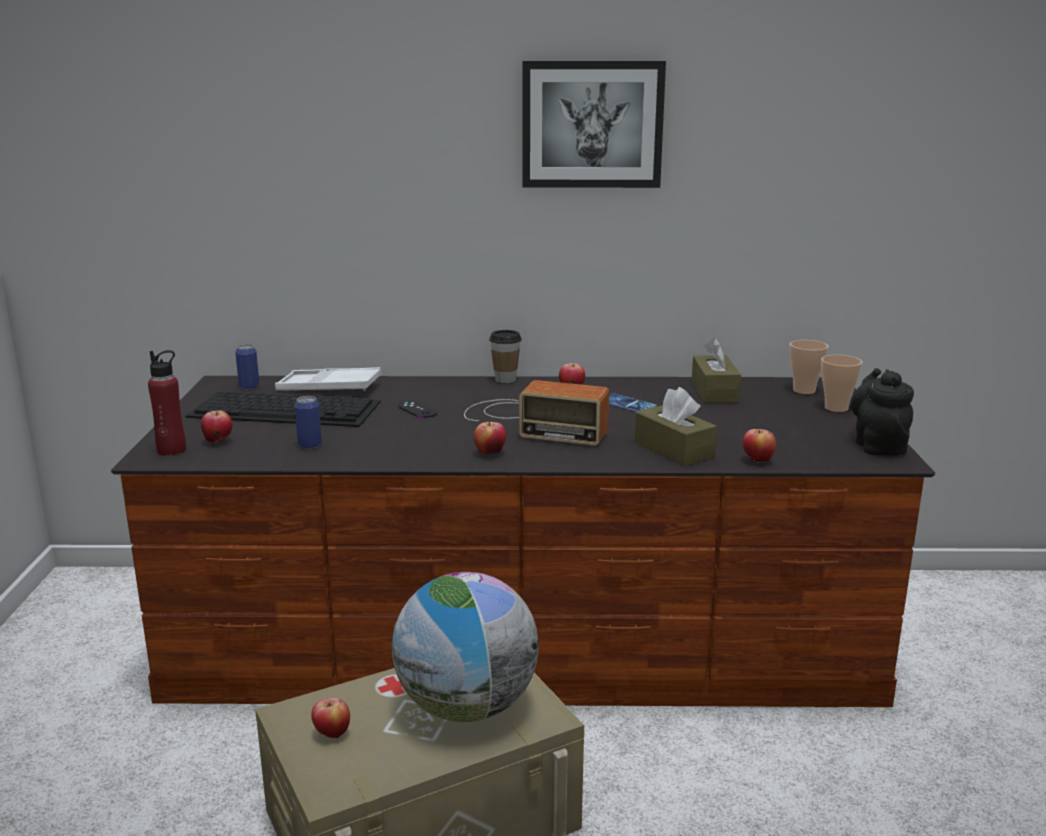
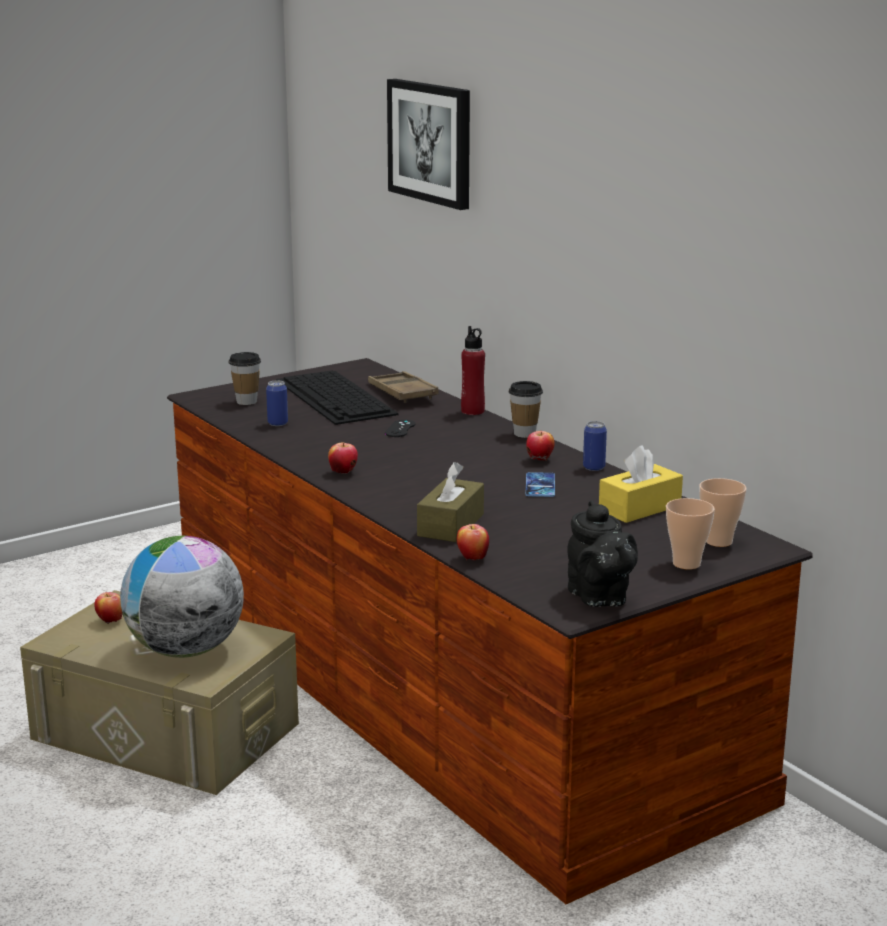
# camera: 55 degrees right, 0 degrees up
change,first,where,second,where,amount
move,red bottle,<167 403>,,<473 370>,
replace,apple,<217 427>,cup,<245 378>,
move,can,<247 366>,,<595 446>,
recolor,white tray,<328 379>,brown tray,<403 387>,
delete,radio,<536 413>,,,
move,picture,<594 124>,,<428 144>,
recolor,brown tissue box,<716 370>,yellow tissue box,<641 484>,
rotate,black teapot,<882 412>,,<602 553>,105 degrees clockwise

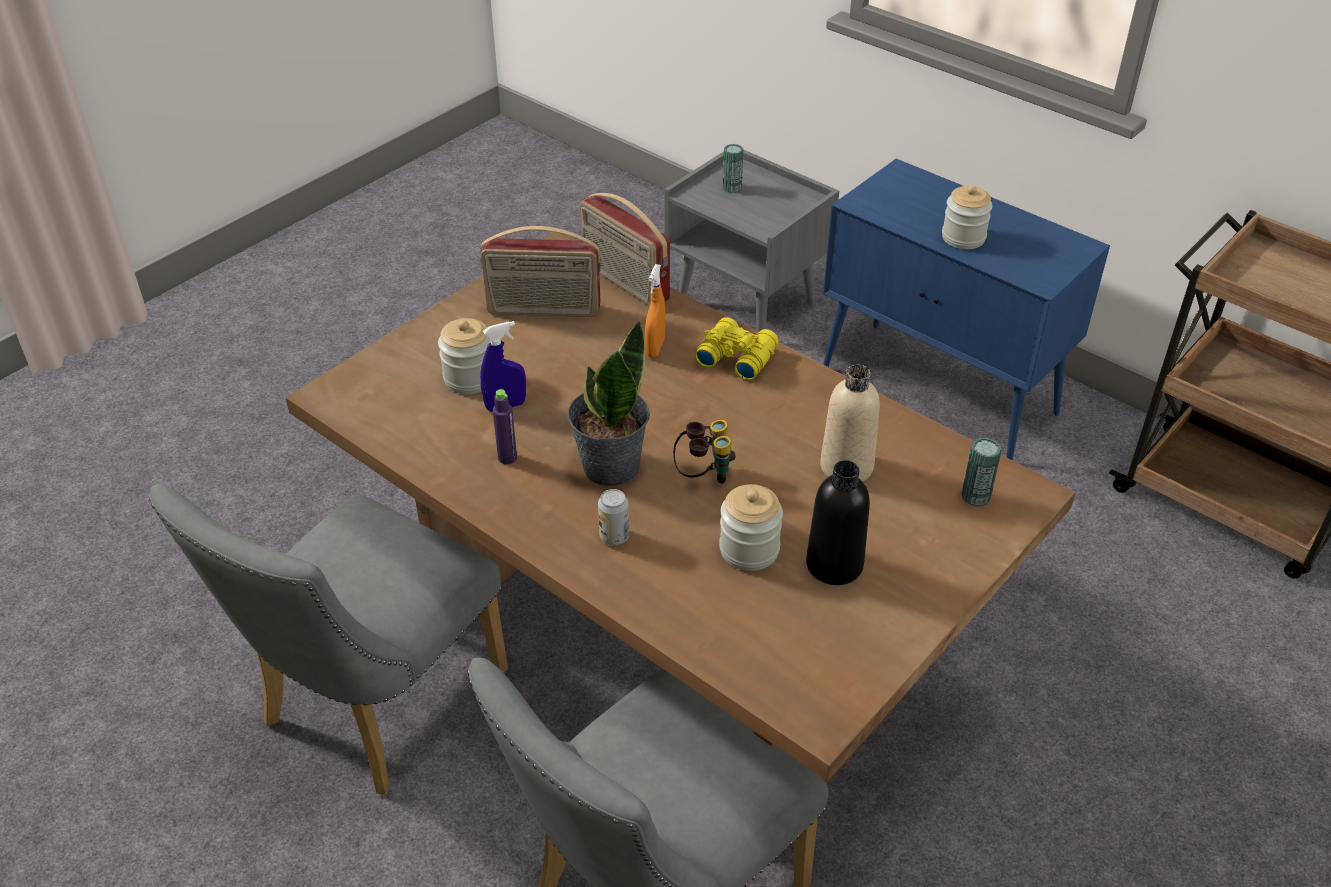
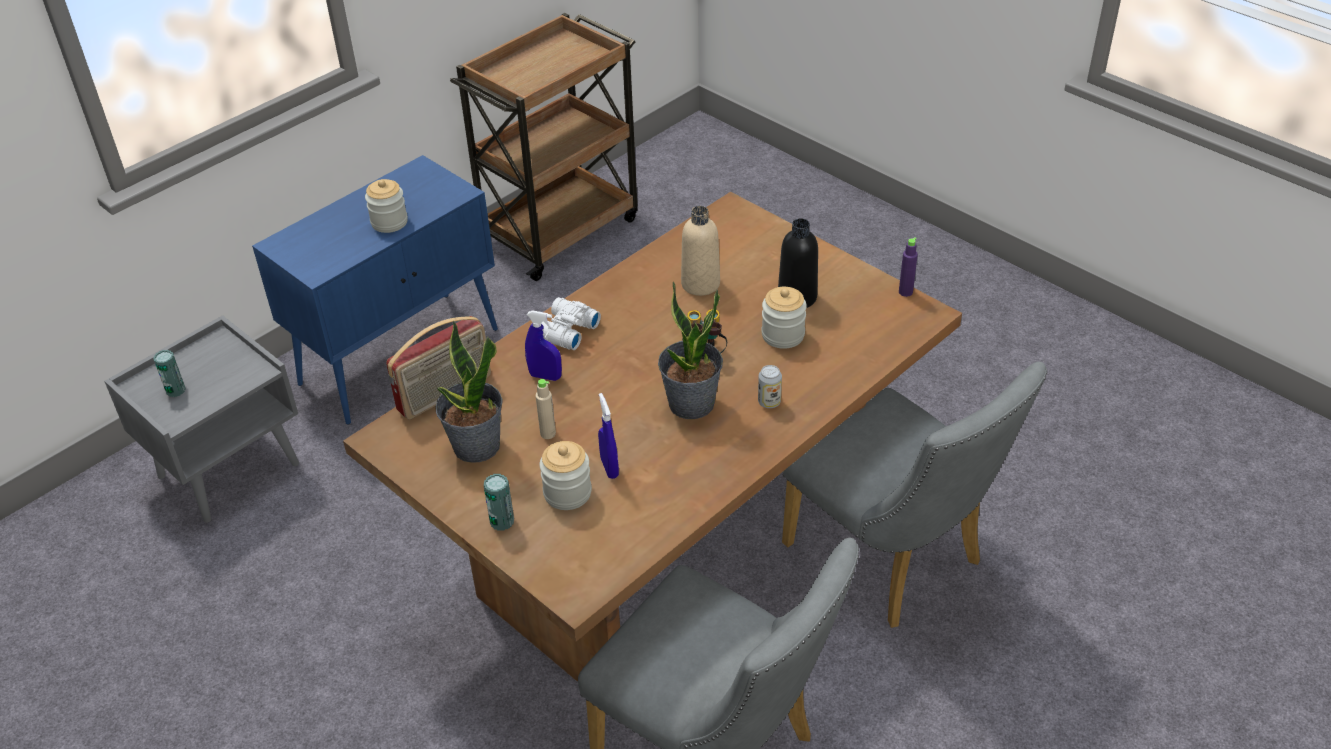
# camera: 85 degrees left, 0 degrees up
change,first,where,second,where,amount
replace,radio,<540 271>,potted plant,<469 392>,
move,purple bottle,<505 426>,,<908 267>,
recolor,orange spray bottle,<655 311>,blue spray bottle,<543 345>,
recolor,yellow binoculars,<737 348>,white binoculars,<571 323>,
move,can,<982 472>,,<499 502>,
insert,,,beige bottle,<546 409>,

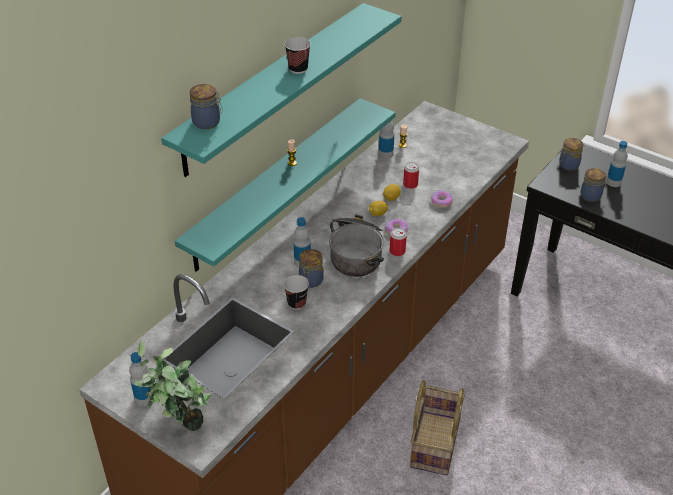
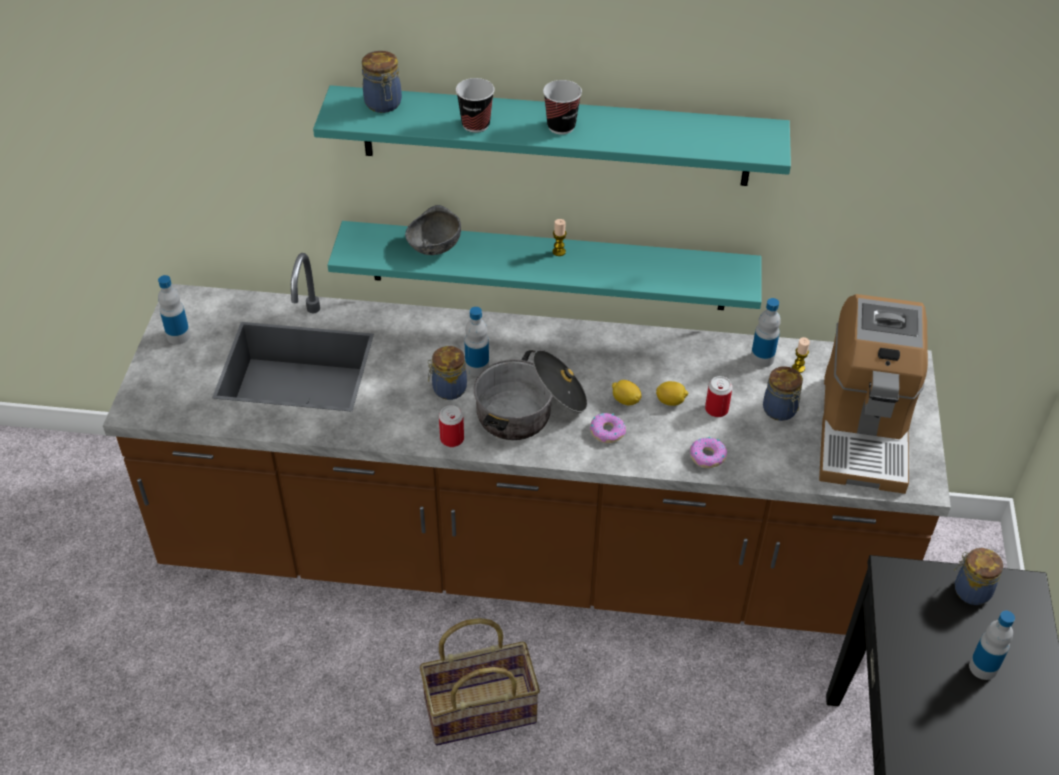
# camera: 60 degrees right, 5 degrees up
change,first,where,second,where,amount
delete,potted plant,<172 385>,,,
move,cup,<296 292>,,<475 105>,
move,can,<398 242>,,<451 426>,
move,jar,<594 185>,,<783 393>,
insert,,,grey bowl,<433 230>,
insert,,,coffee machine,<873 394>,

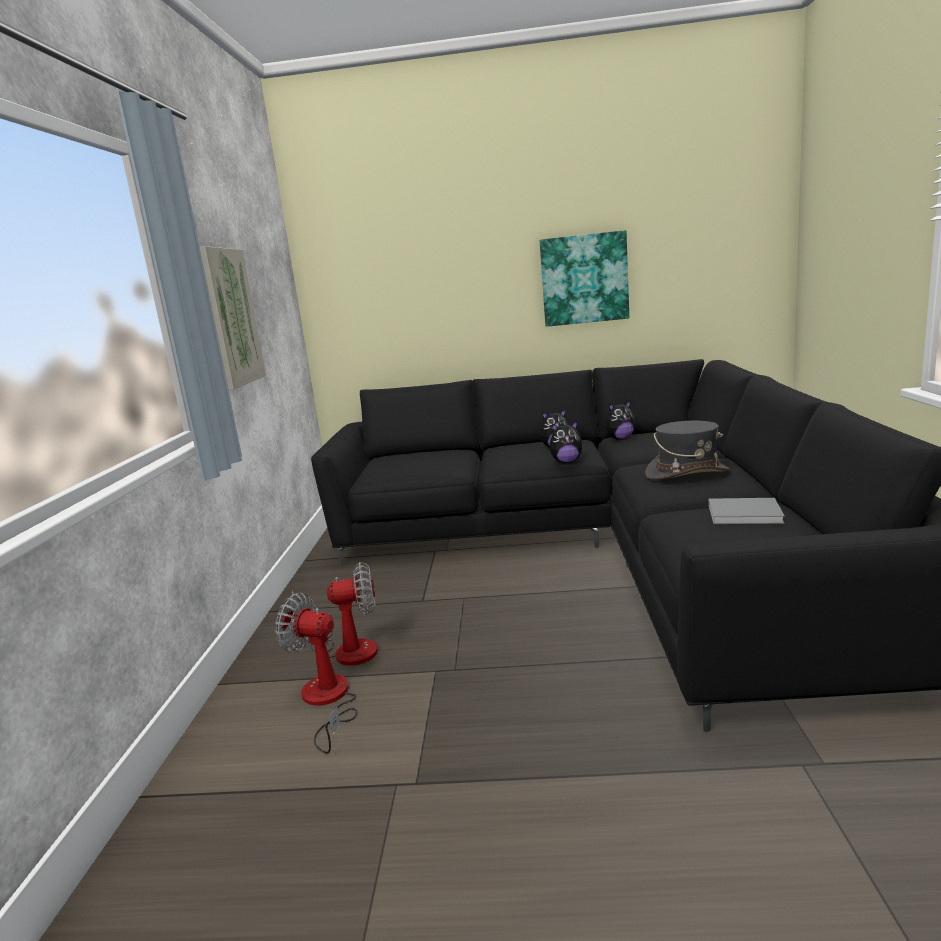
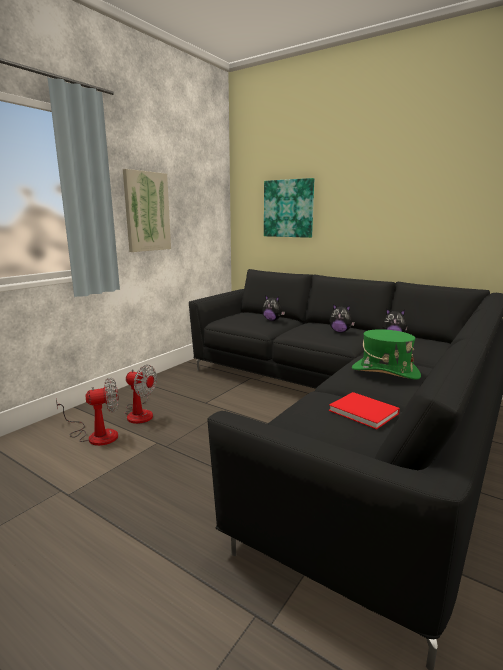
# camera: 30 degrees right, 0 degrees up
change,first,where,second,where,amount
rotate,fan,<316 673>,,<87 411>,105 degrees clockwise
move,picture,<584 278>,,<289 208>,
move,plush toy,<566 442>,,<273 308>,
recolor,grey hat,<687 450>,green hat,<386 354>,
recolor,grey book,<746 511>,red book,<364 410>,

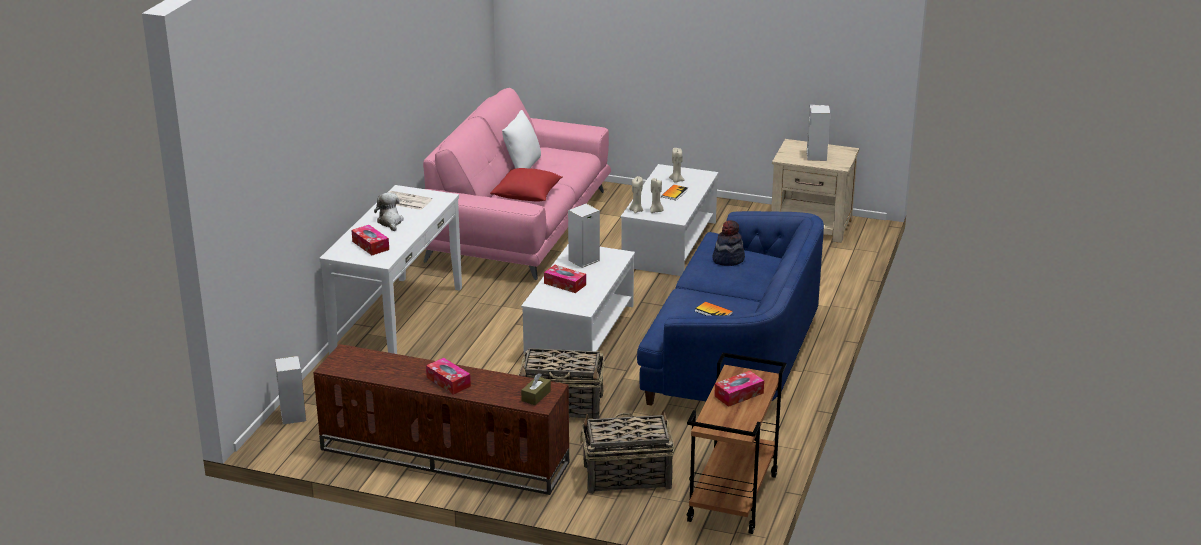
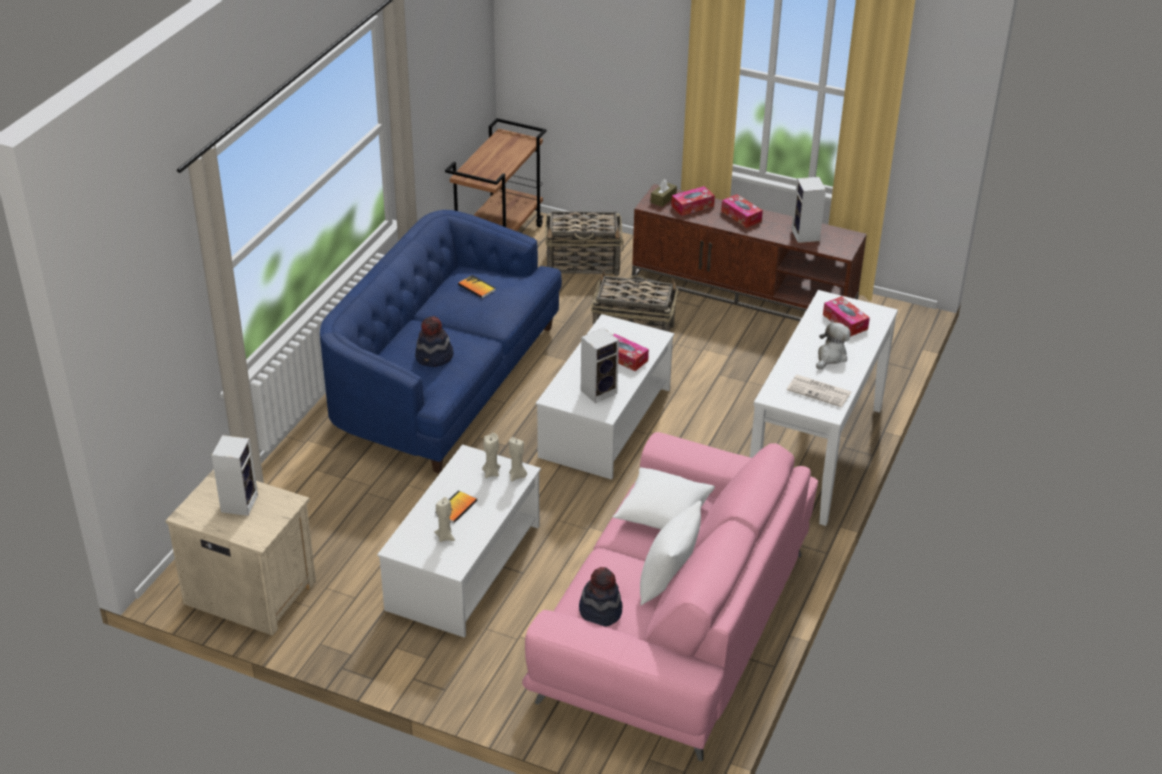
# camera: 175 degrees left, 10 degrees up
change,first,where,second,where,amount
move,speaker,<290 390>,,<809 210>,
rotate,plush toy,<389 212>,,<833 346>,135 degrees counterclockwise
recolor,red pillow,<526 185>,white pillow,<663 498>,
move,tissue box,<739 389>,,<693 201>,
insert,,,hat,<601 596>,

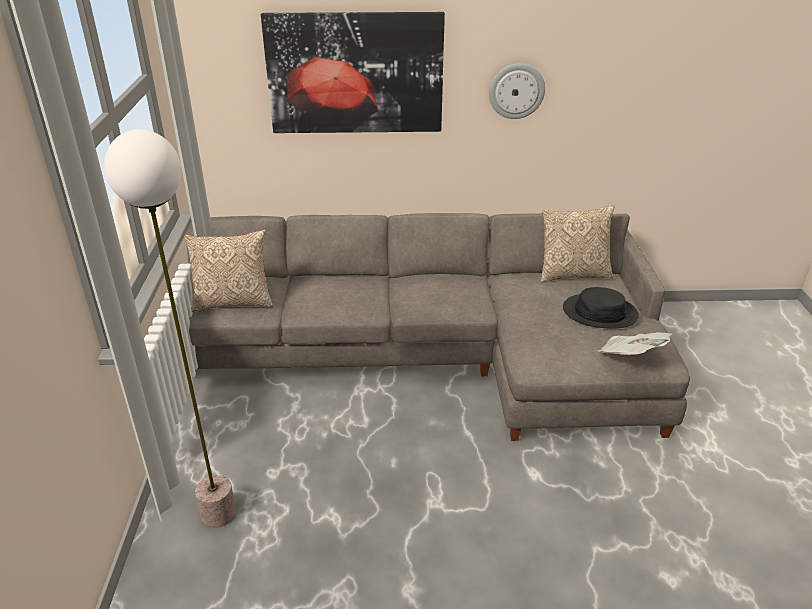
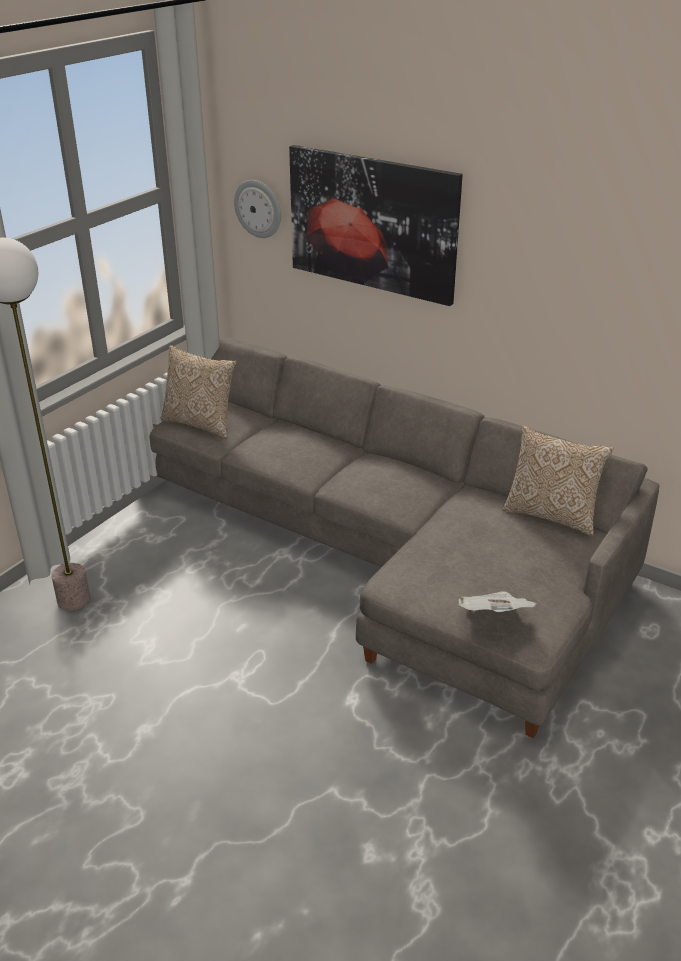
# camera: 35 degrees right, 0 degrees up
change,first,where,second,where,amount
move,wall clock,<517 91>,,<257 209>,
delete,black hat,<601 308>,,,

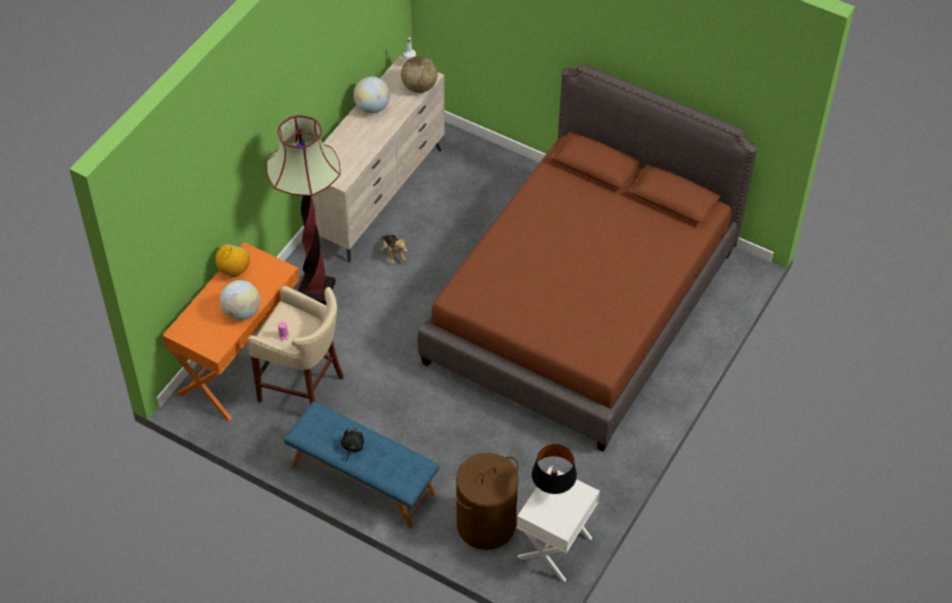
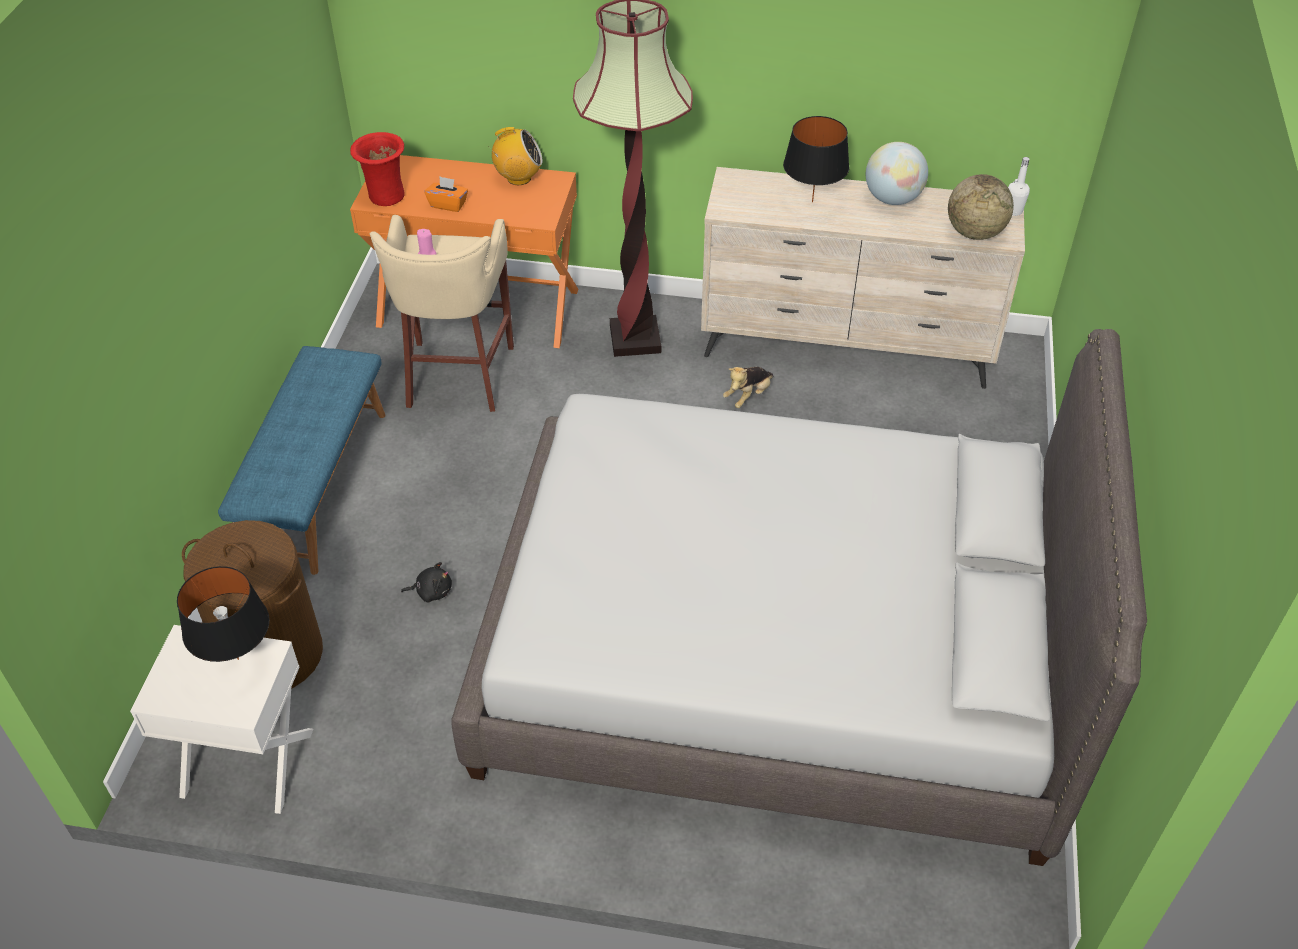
# camera: 70 degrees right, 5 degrees down
change,first,where,second,where,amount
replace,globe,<240 300>,orange tissue box,<446 194>,
move,black plush toy,<352 444>,,<426 582>,
recolor,brown bed,<587 258>,grey bed,<799 597>,
insert,,,red vase,<377 169>,
insert,,,black table lamp,<816 159>,

